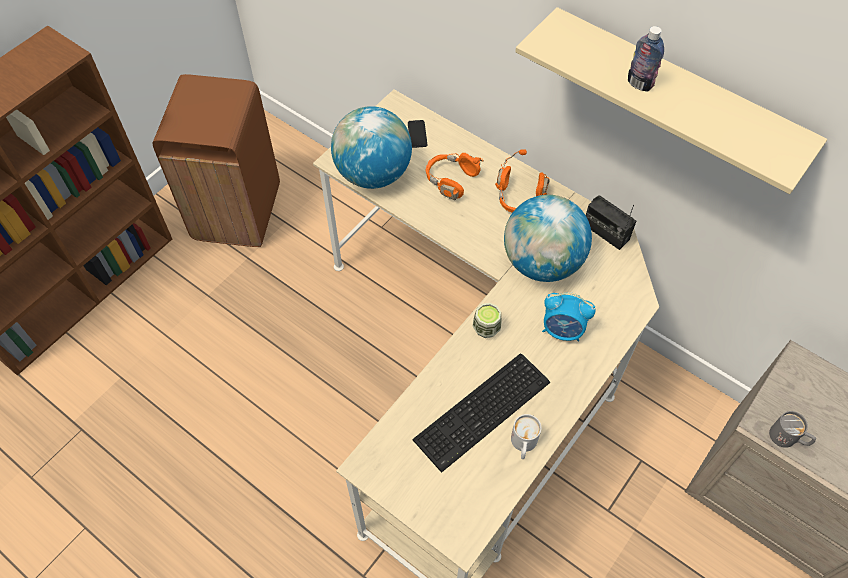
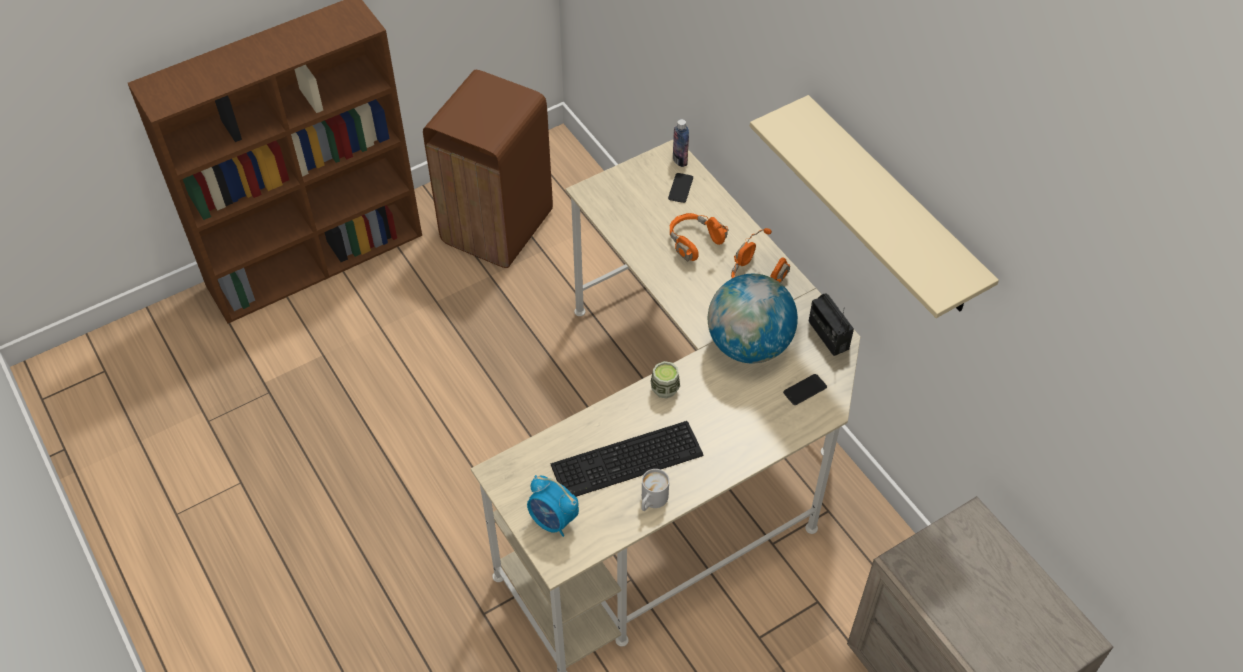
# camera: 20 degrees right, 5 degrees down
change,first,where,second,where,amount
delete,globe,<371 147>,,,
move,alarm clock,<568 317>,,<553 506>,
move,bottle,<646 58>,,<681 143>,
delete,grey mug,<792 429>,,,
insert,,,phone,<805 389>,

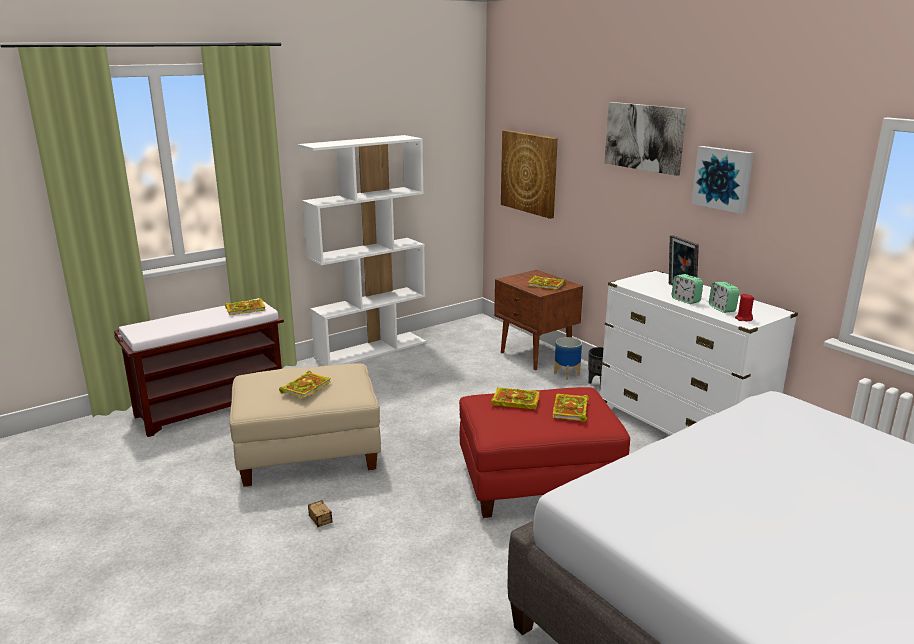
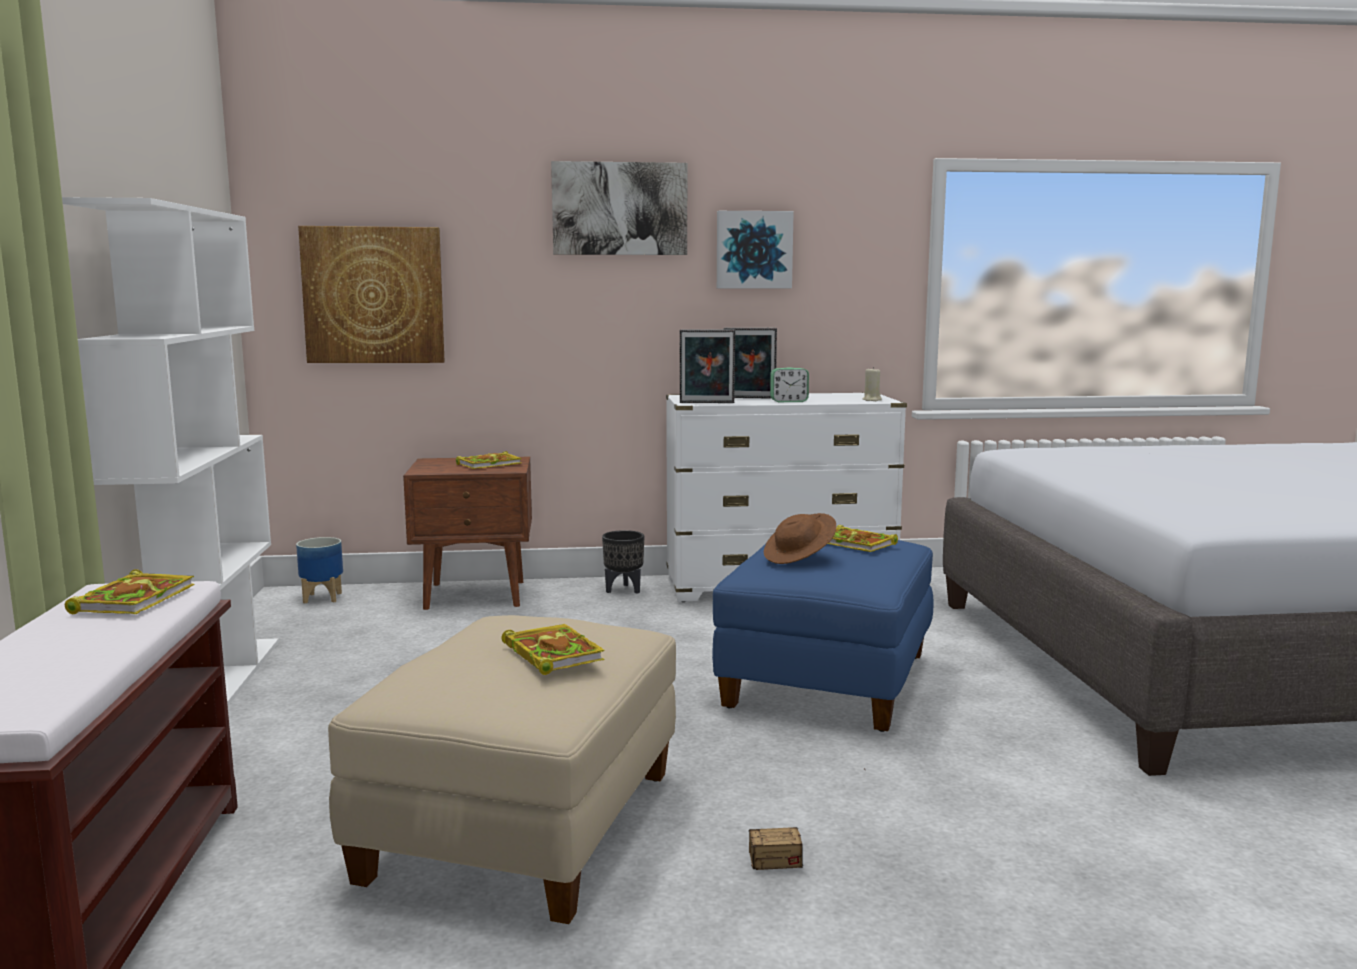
# camera: 60 degrees left, 10 degrees down
change,first,where,second,where,amount
recolor,red ottoman,<544 452>,blue ottoman,<823 636>,
replace,book,<515 398>,brown hat,<800 538>,
move,planter,<568 358>,,<319 570>,
delete,alarm clock,<724 297>,,,
recolor,red candle,<744 307>,beige candle,<872 384>,
insert,,,picture frame,<707 366>,

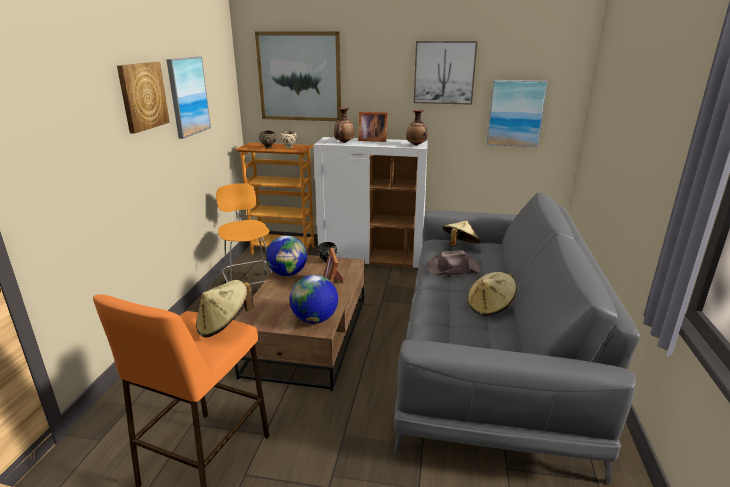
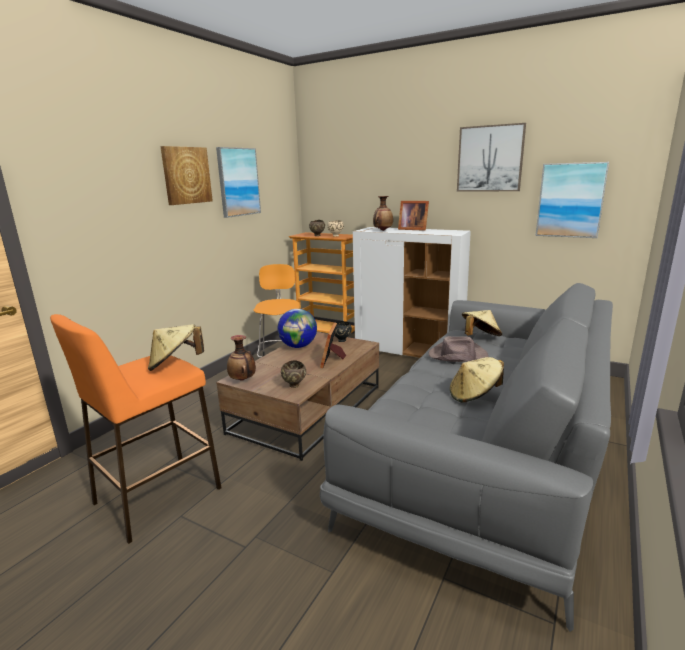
# camera: 20 degrees right, 5 degrees down
change,first,where,second,where,amount
delete,picture,<298 76>,,,
replace,globe,<314 299>,brown bowl,<293 374>,
move,vase,<417 128>,,<241 358>,

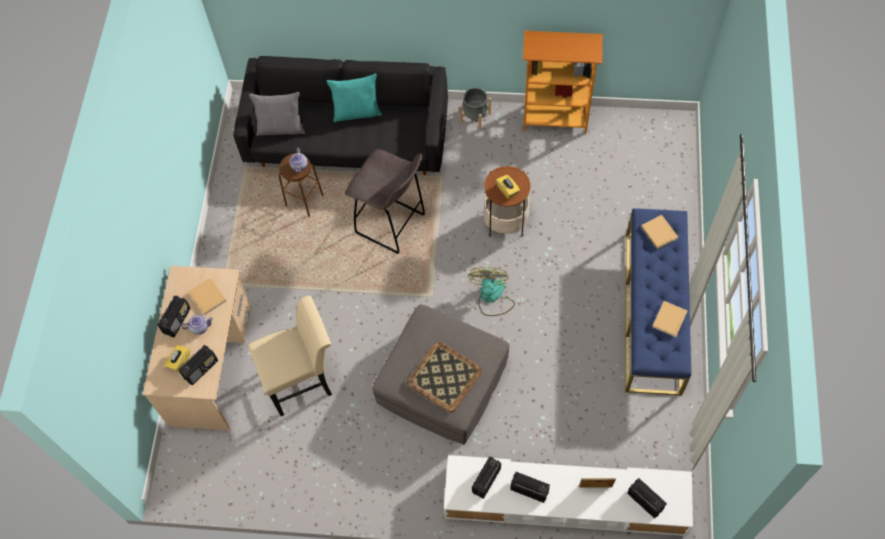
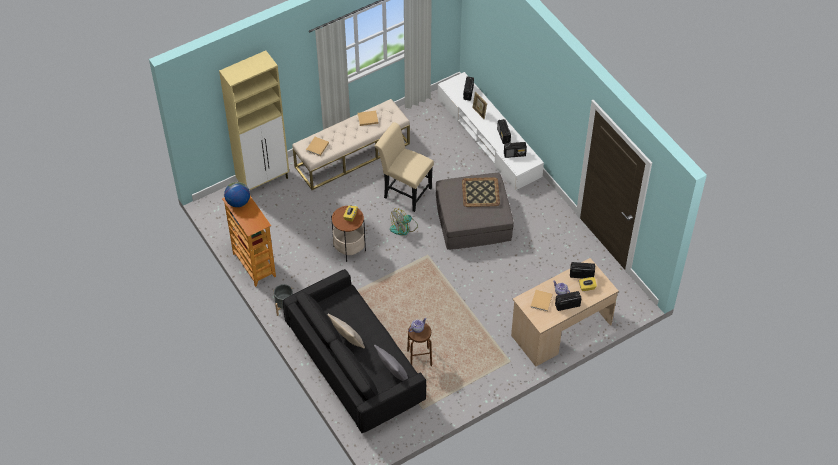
# camera: 130 degrees left, 10 degrees down
change,first,where,second,where,amount
move,beige chair,<290 356>,,<404 167>,
recolor,turquoise pillow,<354 98>,beige pillow,<346 330>,
delete,grey stool,<385 201>,,,
recolor,blue bench,<658 302>,beige bench,<351 144>,
insert,,,beige cabinet,<254 120>,
insert,,,globe,<237 194>,

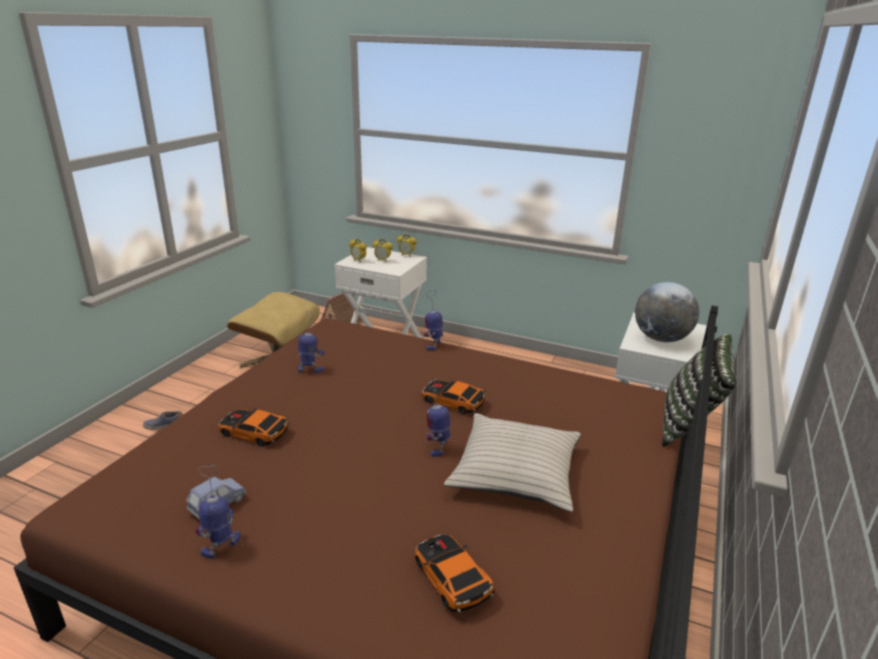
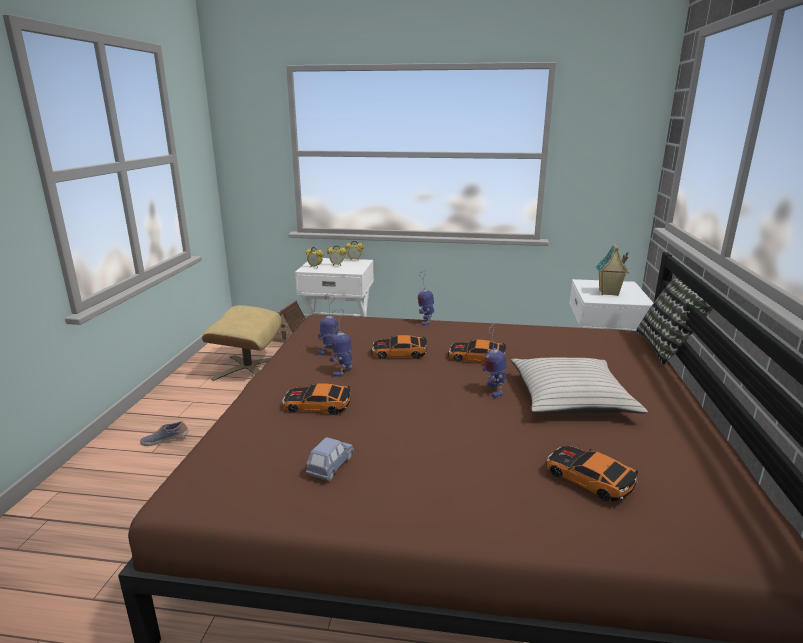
# camera: 15 degrees left, 5 degrees down
change,first,where,second,where,amount
move,toy robot,<218 512>,,<341 343>,
replace,globe,<667 312>,toy house,<612 269>,
insert,,,toy car,<399 347>,

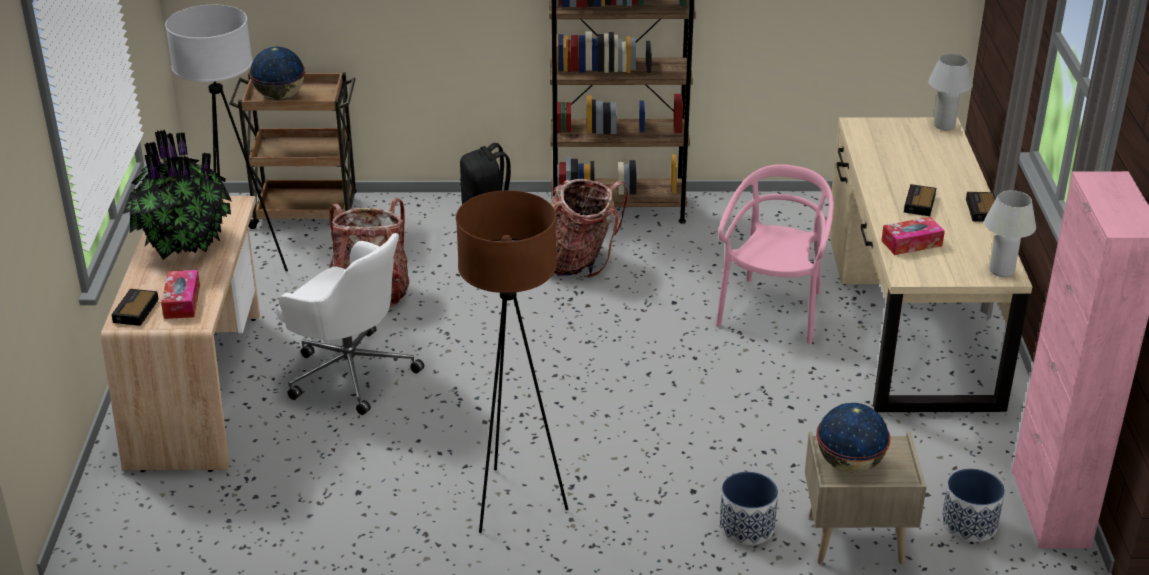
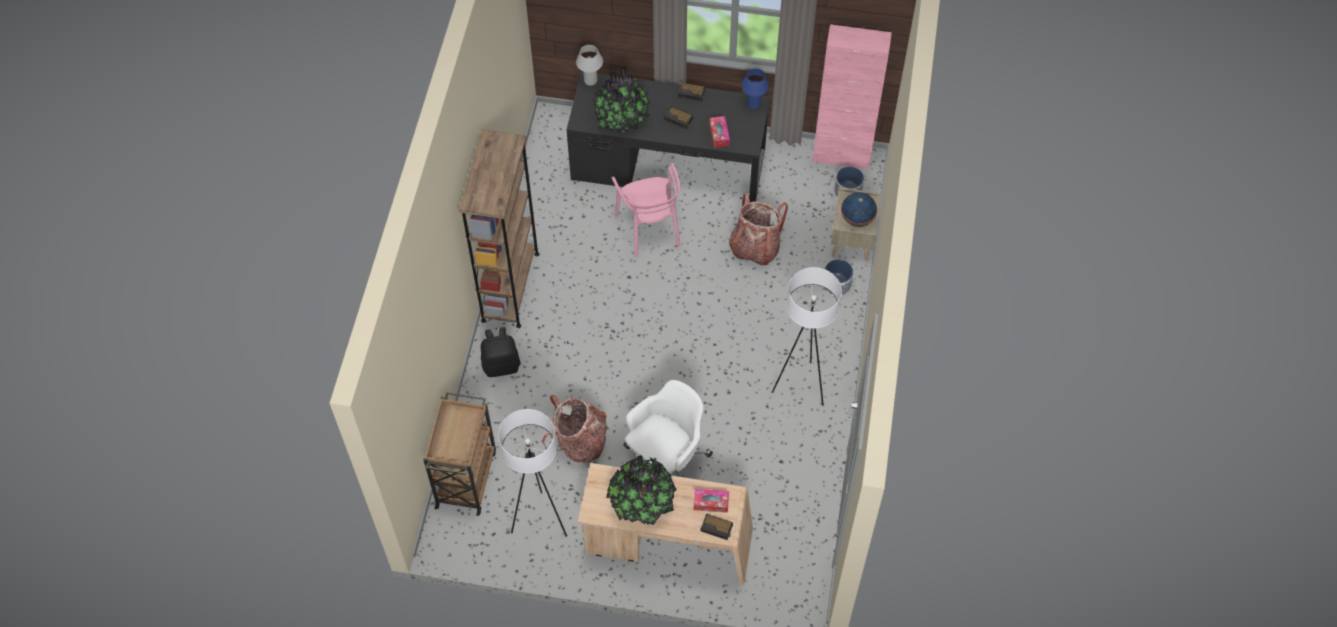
# camera: 80 degrees left, 25 degrees up
change,first,where,second,where,amount
delete,globe,<277 73>,,,
recolor,brown floor lamp,<512 361>,white floor lamp,<807 336>,
move,backpack,<589 228>,,<758 229>,
rotate,pink chair,<775 254>,,<645 210>,135 degrees counterclockwise
recolor,beige desk,<930 264>,black desk,<668 136>,
recolor,white table lamp,<1010 233>,blue table lamp,<755 88>,
insert,,,potted plant,<621 100>,

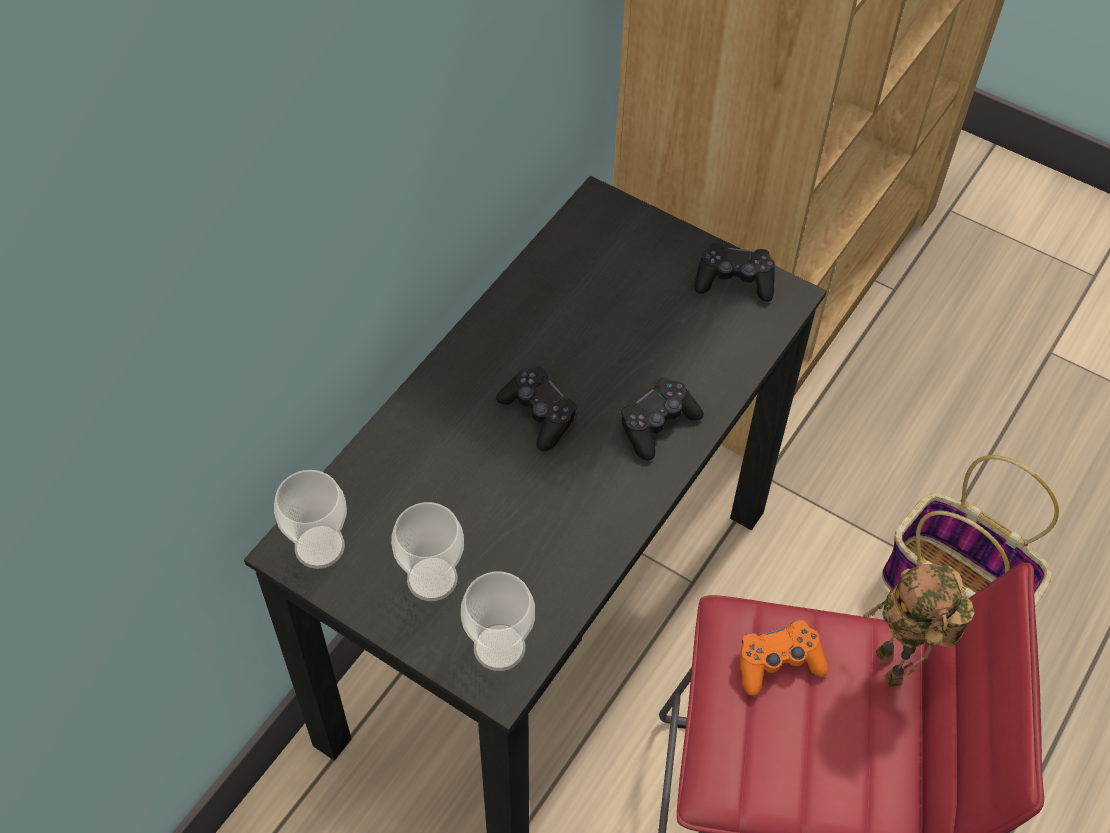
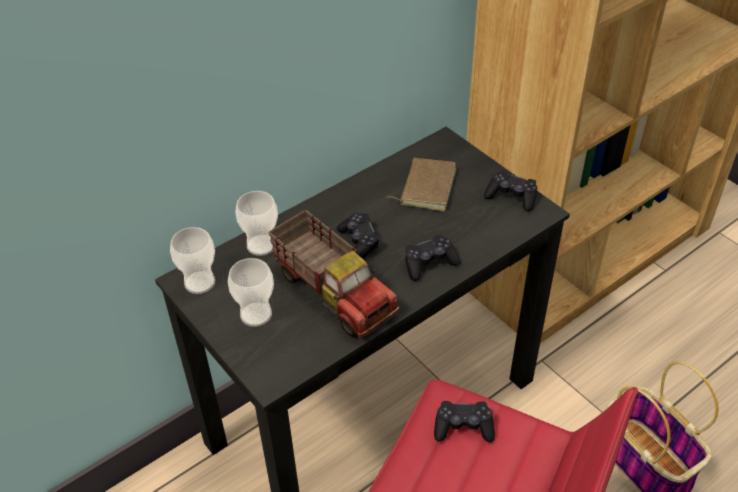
# camera: 20 degrees right, 10 degrees down
change,first,where,second,where,amount
move,cup,<498 621>,,<256 223>,
recolor,orange game controller,<784 658>,black game controller,<464 421>,
delete,toy robot,<918 625>,,,
insert,,,toy truck,<333 274>,
insert,,,brown book,<421 184>,

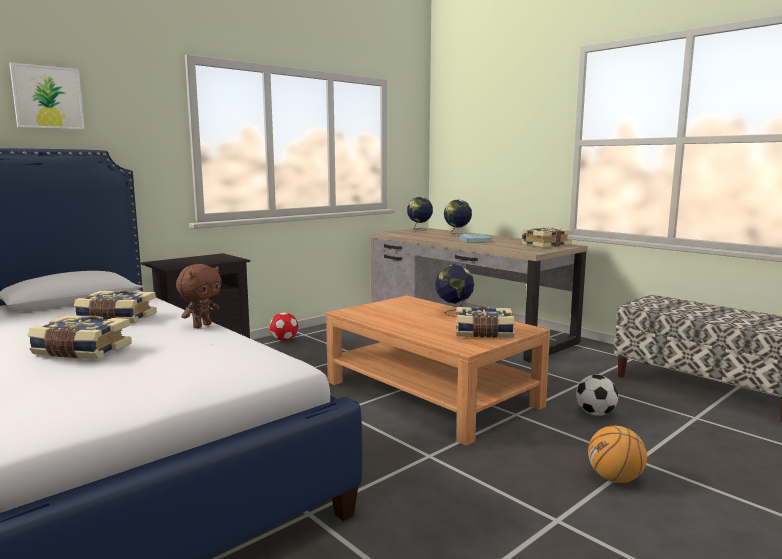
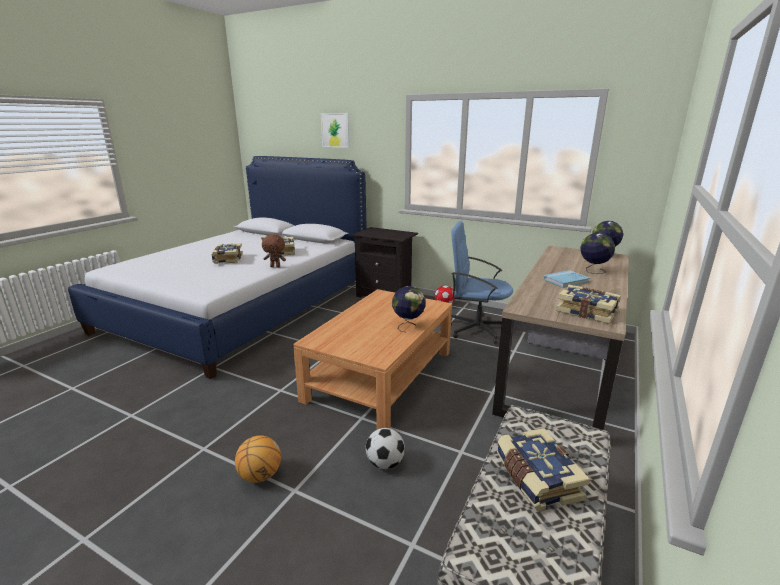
# camera: 70 degrees right, 10 degrees up
change,first,where,second,where,amount
move,book,<485 322>,,<543 470>,
insert,,,blue office chair,<482 282>,

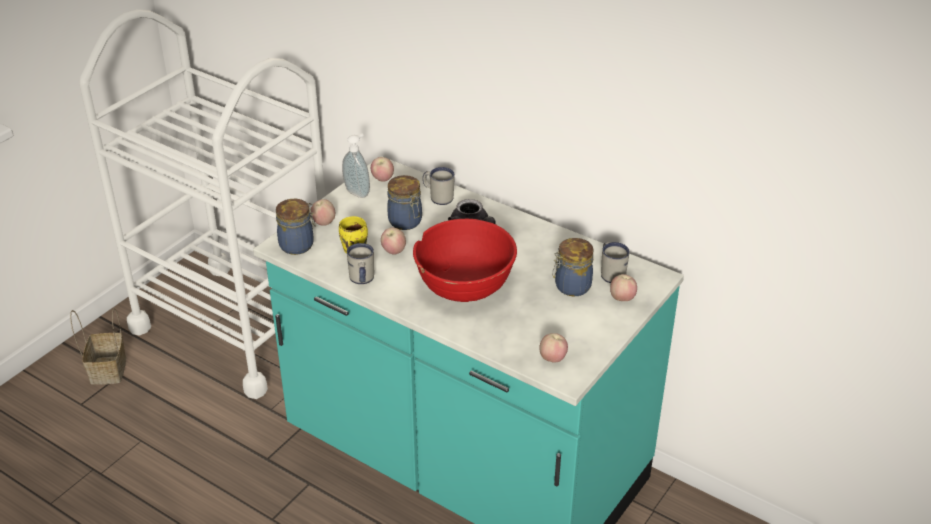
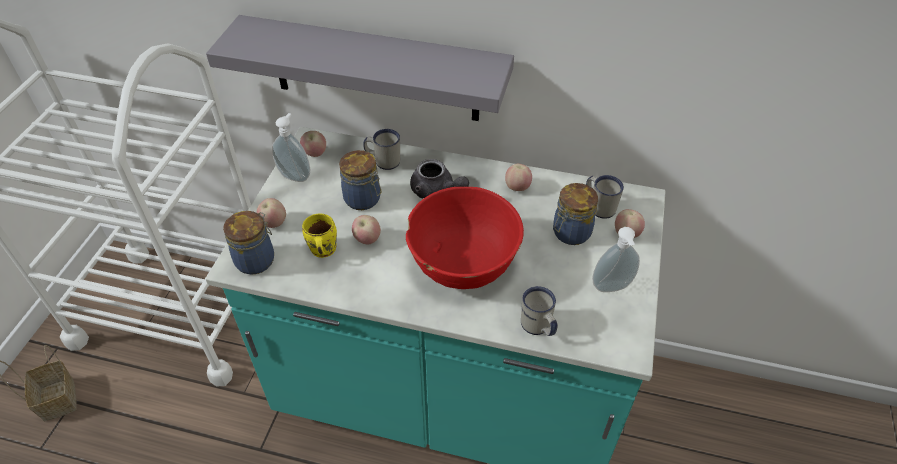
# camera: 20 degrees left, 10 degrees up
change,first,where,second,where,amount
move,white mug,<360 263>,,<539 311>,
move,apple,<553 348>,,<518 177>,
insert,,,grey shelf,<360 68>,
insert,,,soap dispenser,<616 259>,

